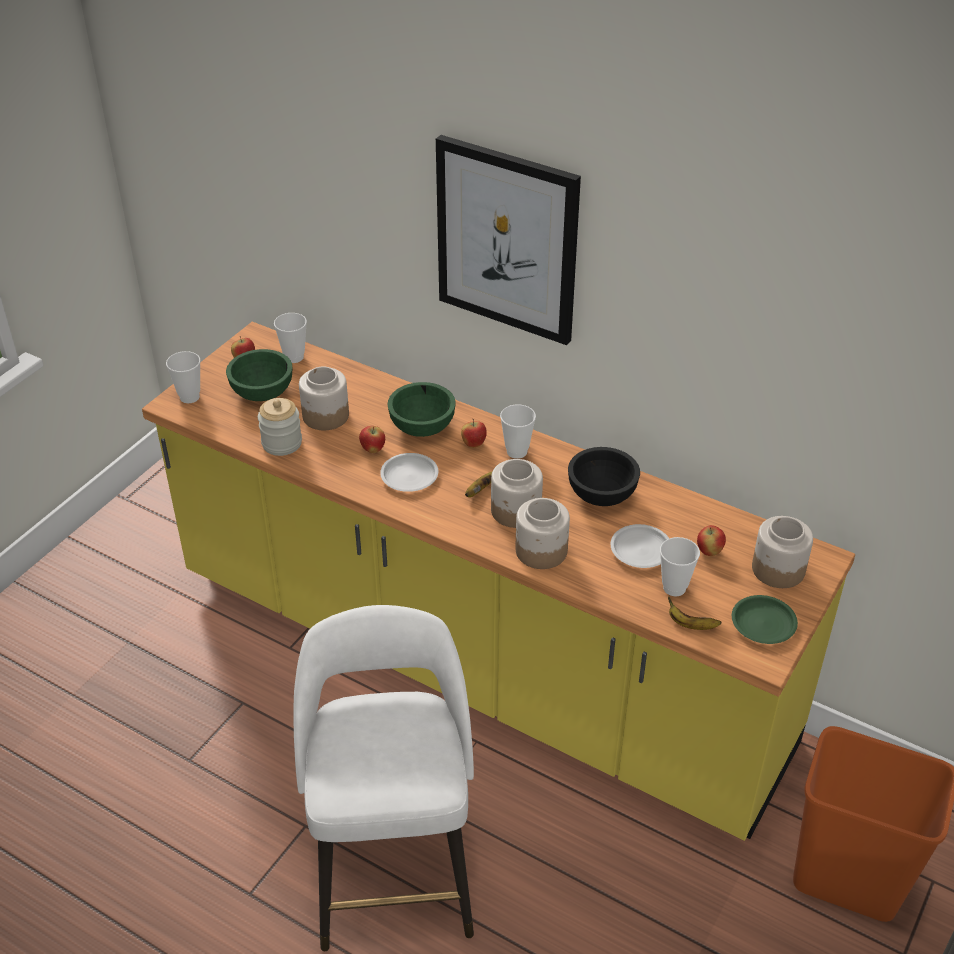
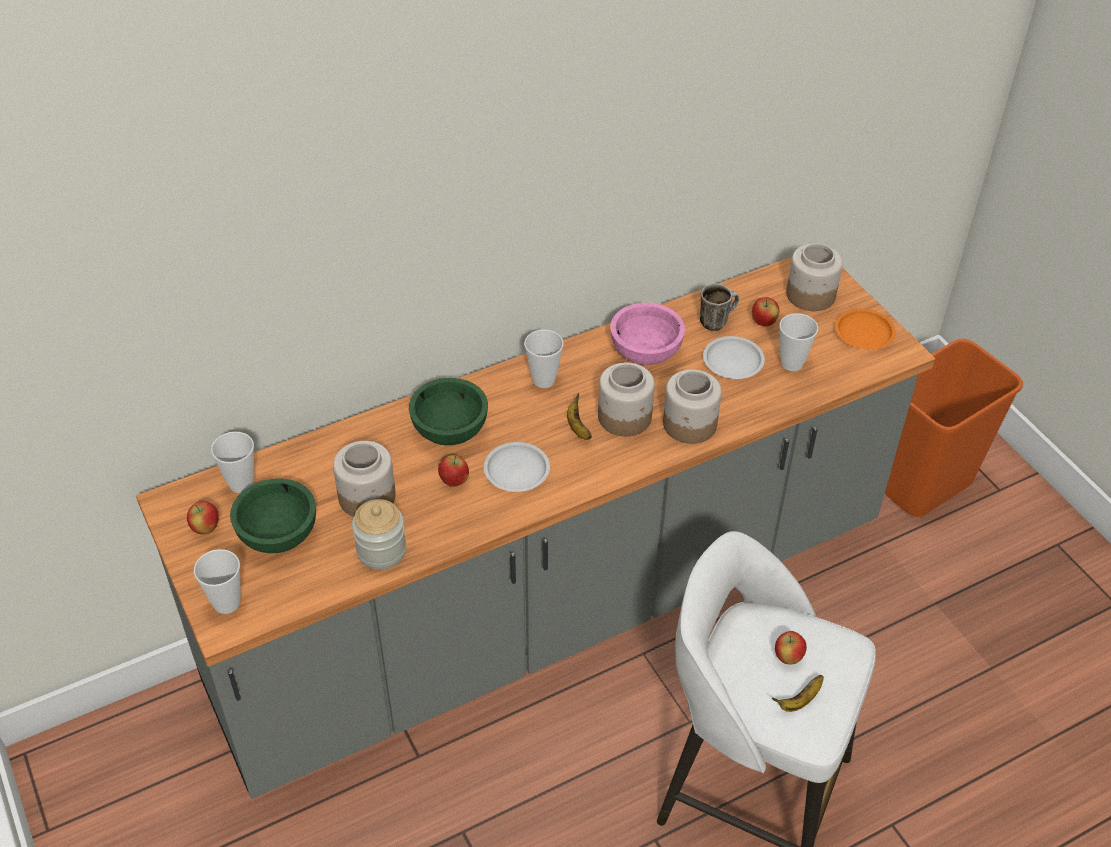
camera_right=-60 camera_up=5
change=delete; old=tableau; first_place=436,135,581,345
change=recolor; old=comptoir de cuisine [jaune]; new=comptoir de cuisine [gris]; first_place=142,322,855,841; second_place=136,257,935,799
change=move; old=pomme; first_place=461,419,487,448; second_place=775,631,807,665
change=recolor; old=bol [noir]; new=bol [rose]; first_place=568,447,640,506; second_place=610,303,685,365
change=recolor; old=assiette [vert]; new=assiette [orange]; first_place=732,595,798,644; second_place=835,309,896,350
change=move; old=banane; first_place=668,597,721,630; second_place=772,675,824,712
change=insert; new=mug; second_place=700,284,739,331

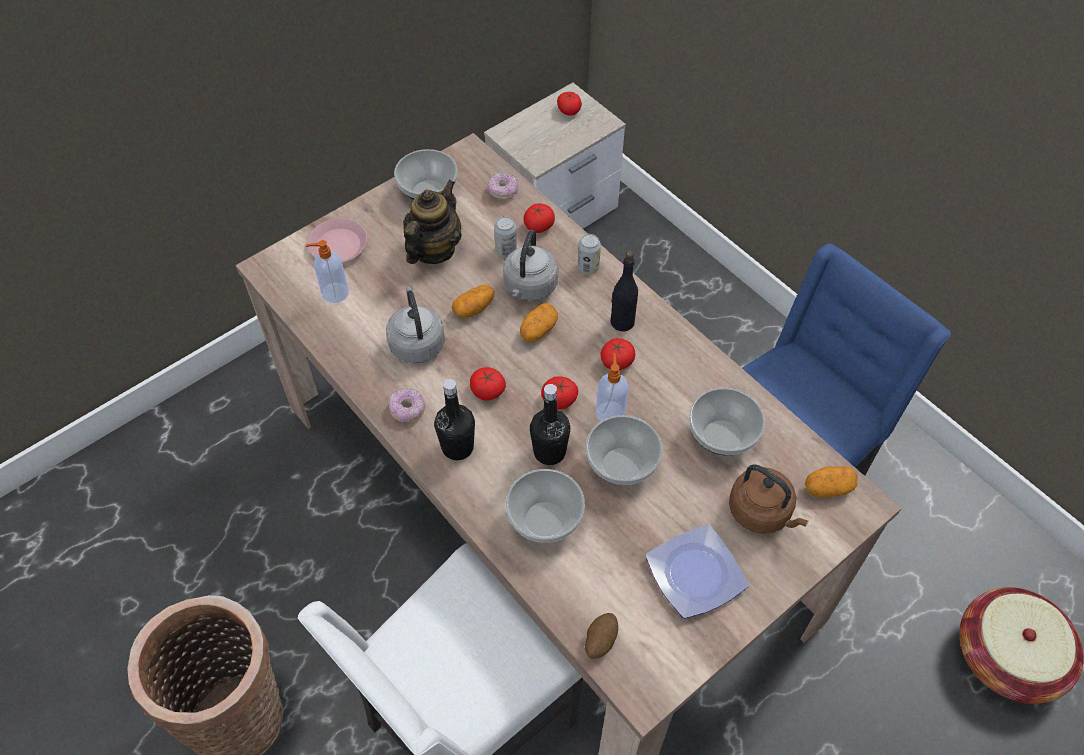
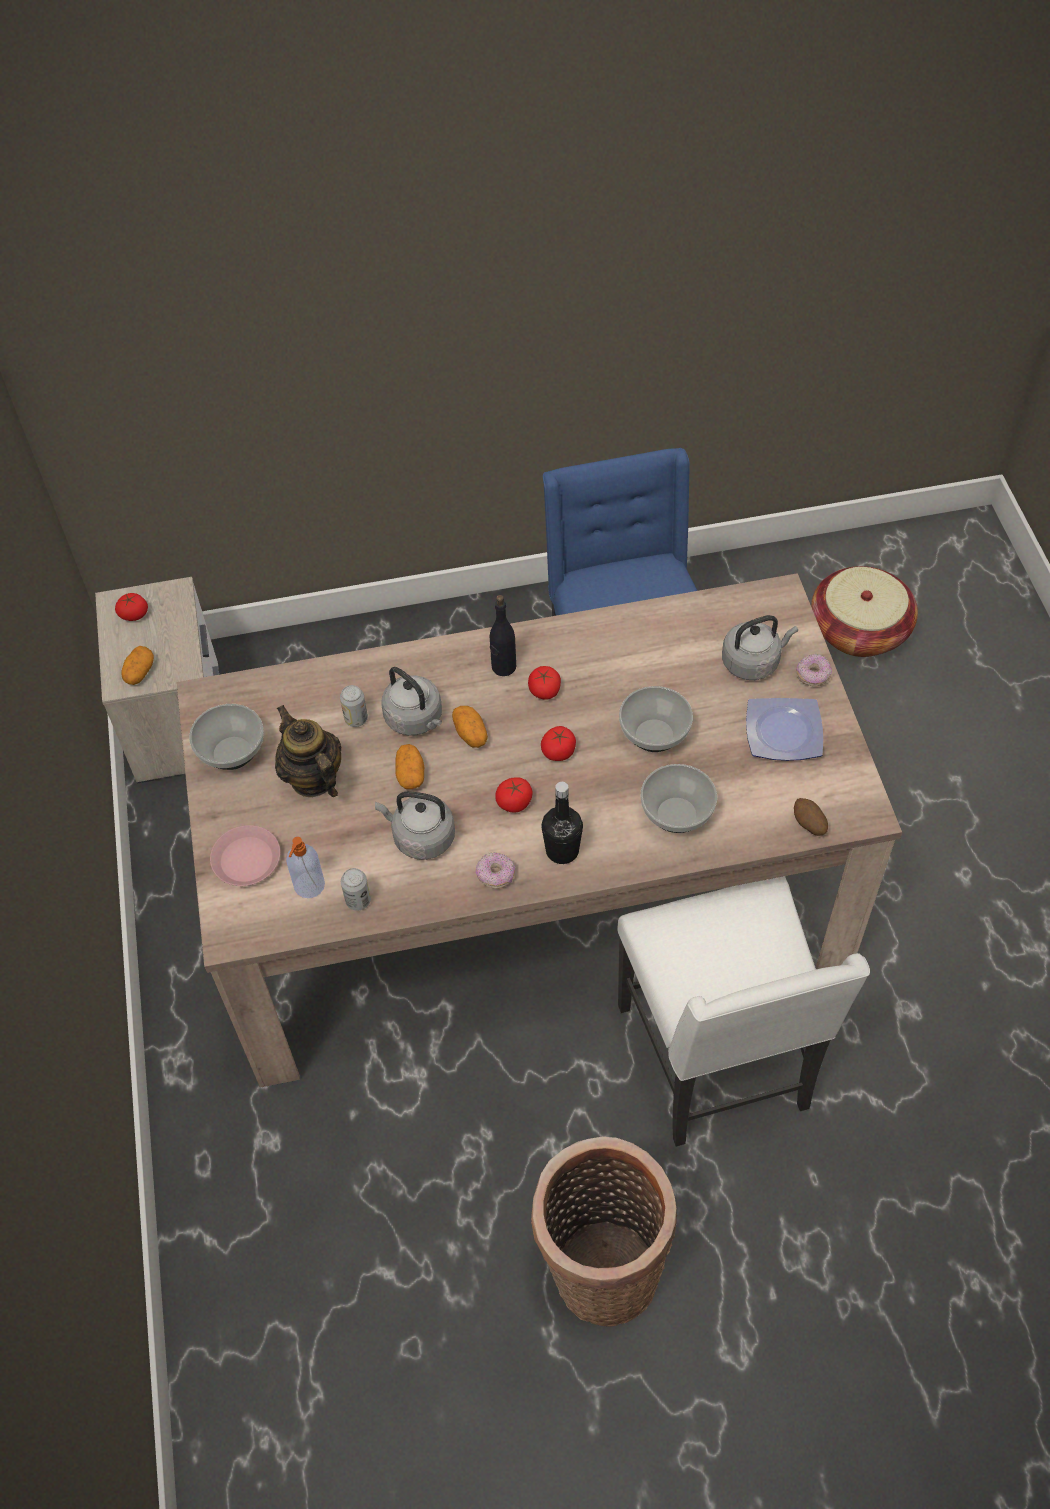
camera_right=-60 camera_up=0
change=move; old=beignet; first_place=487,173,519,200; second_place=796,654,832,686
change=delete; old=tomate; first_place=523,203,555,233
change=move; old=boîte métallique; first_place=578,234,601,274; second_place=341,868,371,911
change=delete; old=distributeur de savon; first_place=596,353,628,422
change=delete; old=bouteille [noir]; first_place=530,384,570,465
change=delete; old=bol; first_place=689,388,765,456
change=recolor; old=bouilloire [marron]; new=bouilloire [gris]; first_place=729,465,808,534; second_place=722,615,798,680
change=move; old=pomme de terre; first_place=805,466,857,498; second_place=121,646,154,685

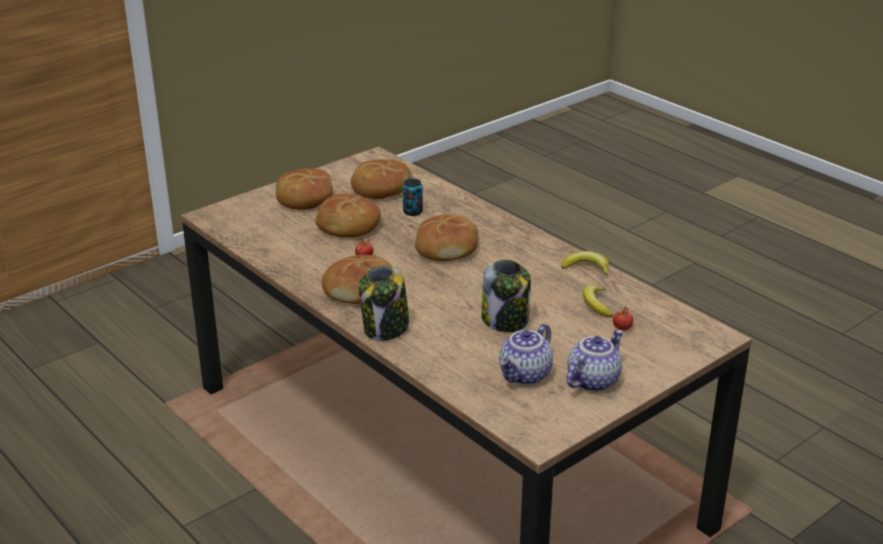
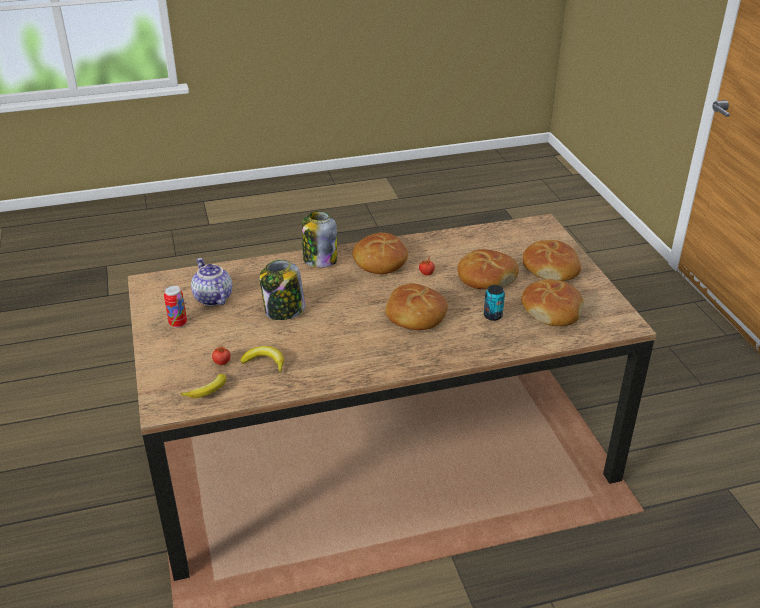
camera_right=115 camera_up=5
change=move; old=banane; first_place=561,251,609,276; second_place=180,374,226,398
change=replace; old=théière; new=boîte métallique; first_place=566,330,623,391; second_place=164,286,187,328

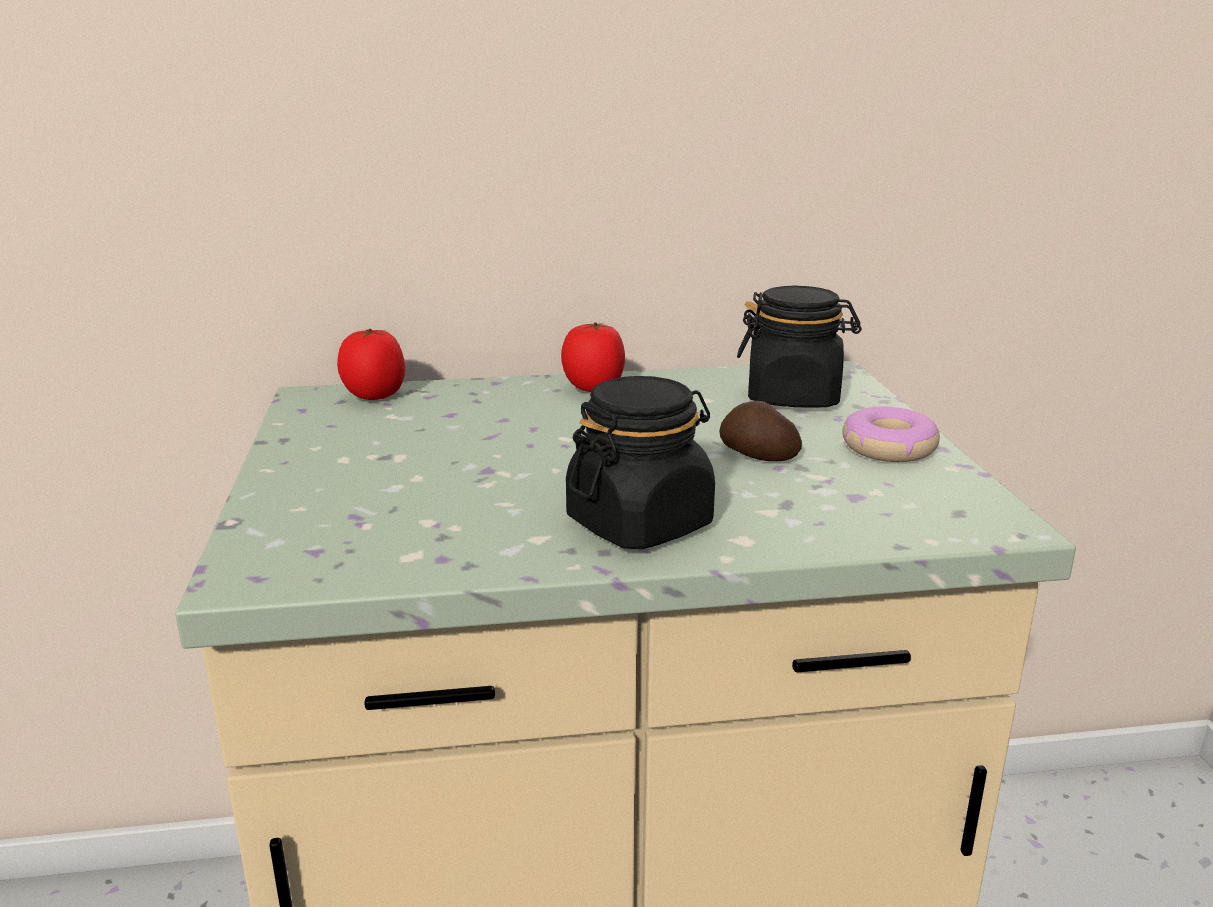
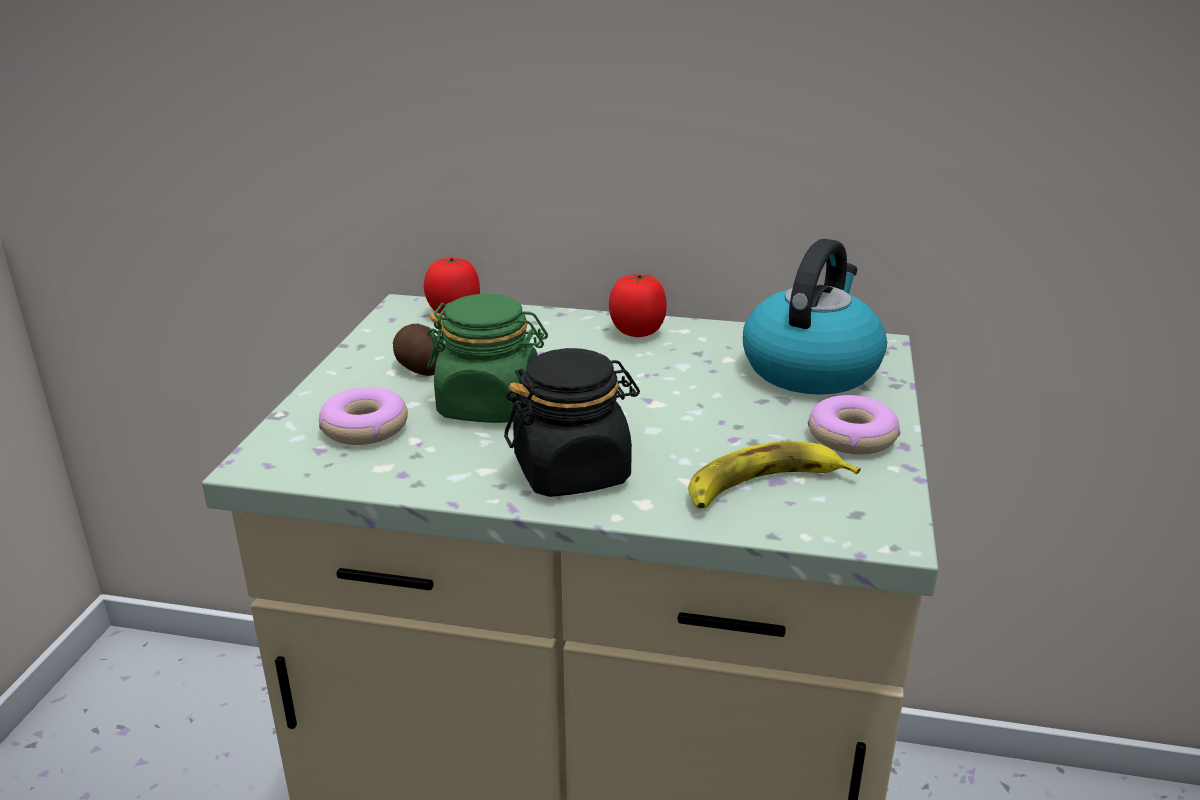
camera_right=20 camera_up=5
change=replace; old=bocal [noir]; new=bouilloire; first_place=737,286,862,408; second_place=743,239,887,395
change=move; old=pomme de terre; first_place=719,401,802,461; second_place=393,324,442,376
change=insert; new=bocal [vert]; second_place=427,294,548,423
change=insert; new=beignet; second_place=319,387,408,445
change=insert; new=banane; second_place=688,441,861,509

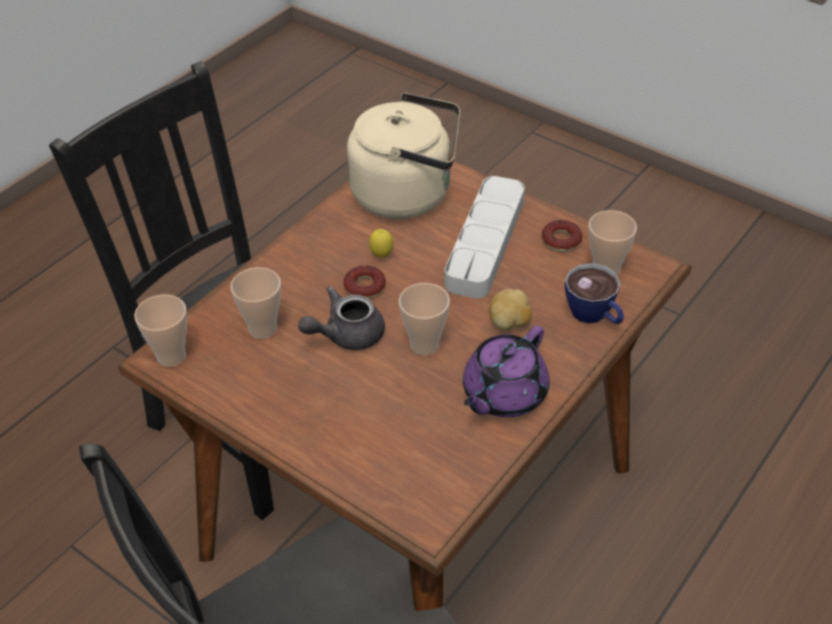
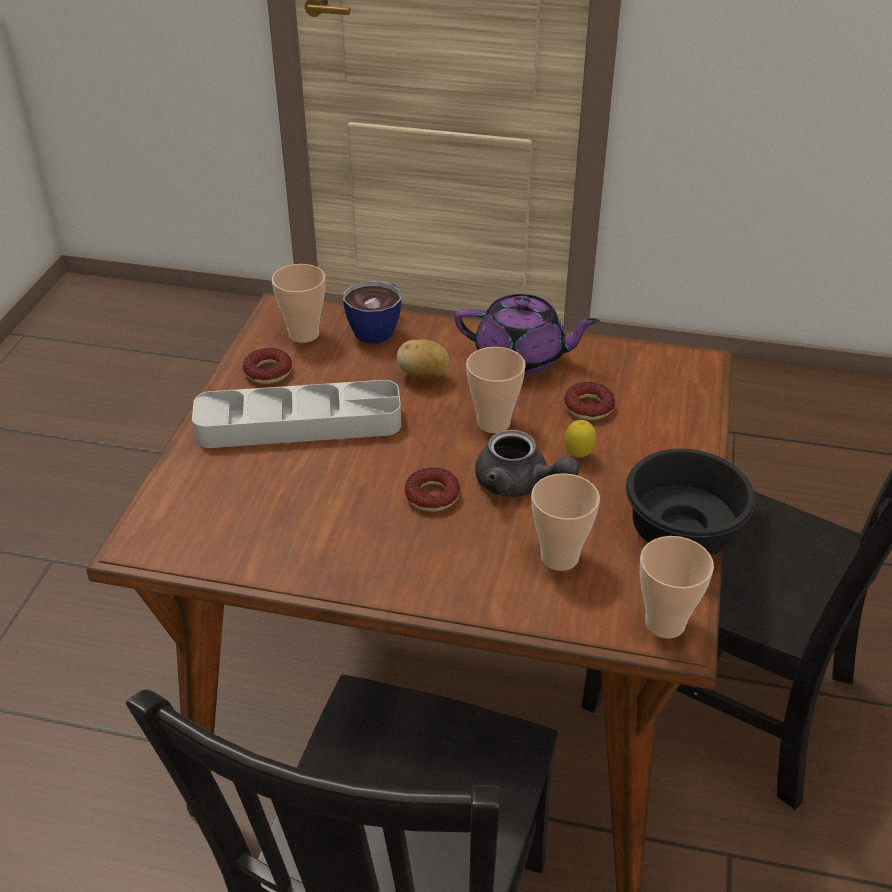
camera_right=-115 camera_up=-5
change=delete; old=bouilloire [beige]; first_place=347,93,460,219
change=move; old=citron; first_place=369,229,393,258; second_place=564,420,596,458
change=insert; new=beignet; second_place=564,382,615,420
change=insert; new=bol [noir]; second_place=626,449,755,555

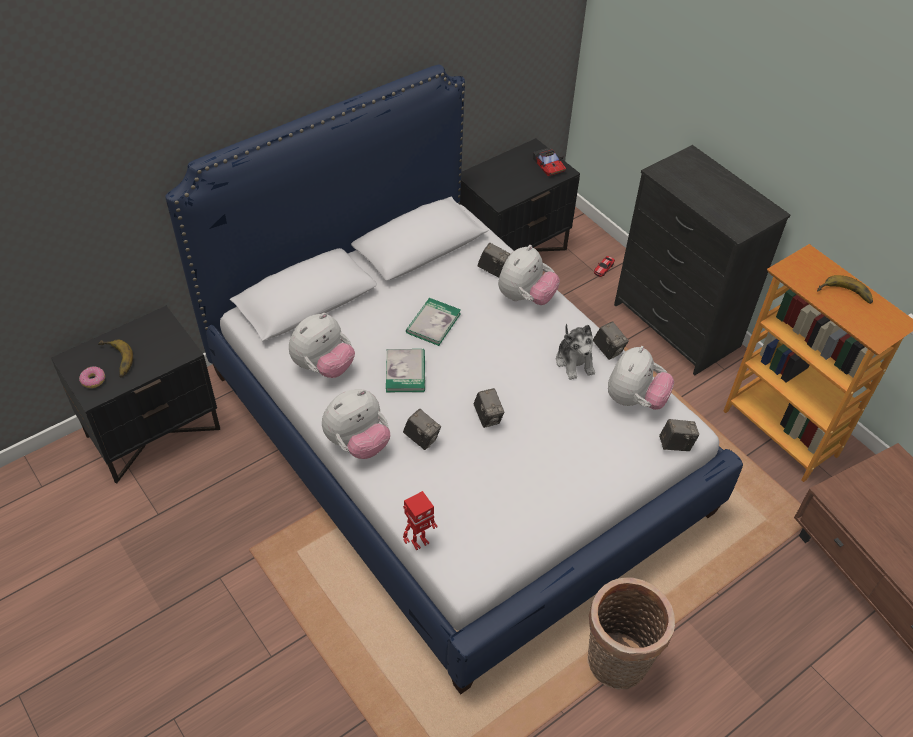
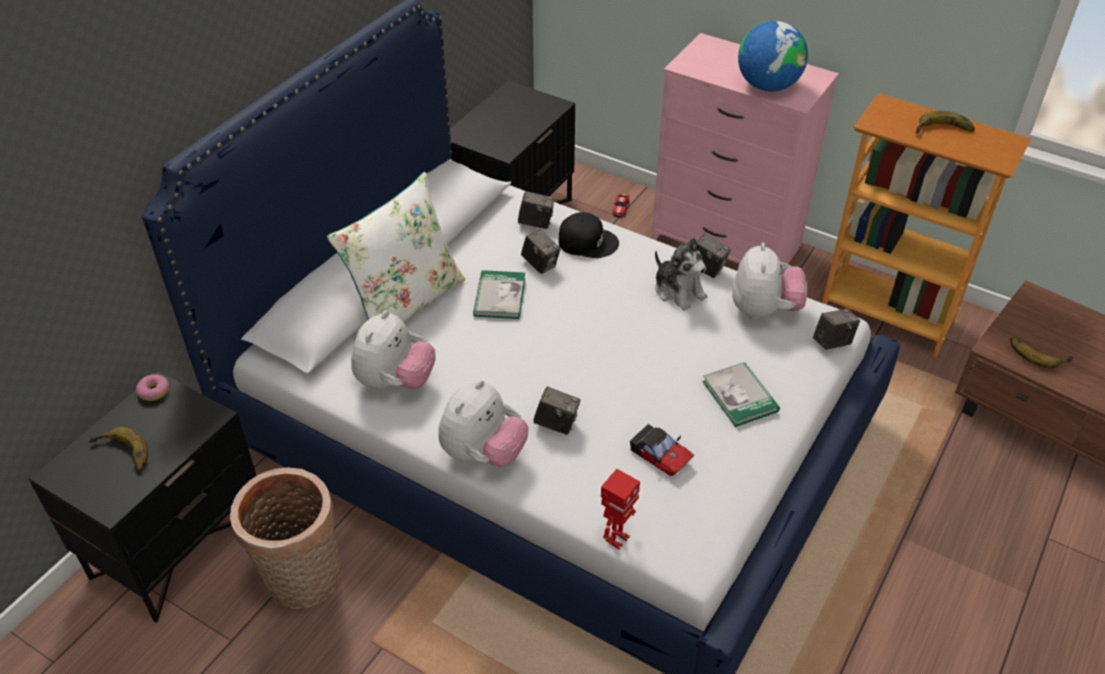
camera_right=-20 camera_up=-5
change=recolor; old=commode [noir]; new=commode [rose]; first_place=614,145,790,375; second_place=651,33,839,264
change=move; old=petite voiture; first_place=533,148,566,176; second_place=630,424,694,476
change=replace; old=peluche; new=casquette [noir]; first_place=498,245,560,305; second_place=558,212,619,258
change=move; old=livre; first_place=386,349,425,392; second_place=702,362,780,427
change=move; old=beignet; first_place=79,367,105,388; second_place=136,374,169,401
change=move; old=appareil photo; first_place=473,388,505,428; second_place=521,229,561,274
change=move; old=panier; first_place=587,577,675,690; second_place=230,467,341,609
change=insert; new=globe; second_place=738,21,808,92
change=insert; new=coussin [blanc]; second_place=327,172,465,322
change=insert; new=banane; second_place=1010,337,1073,368

